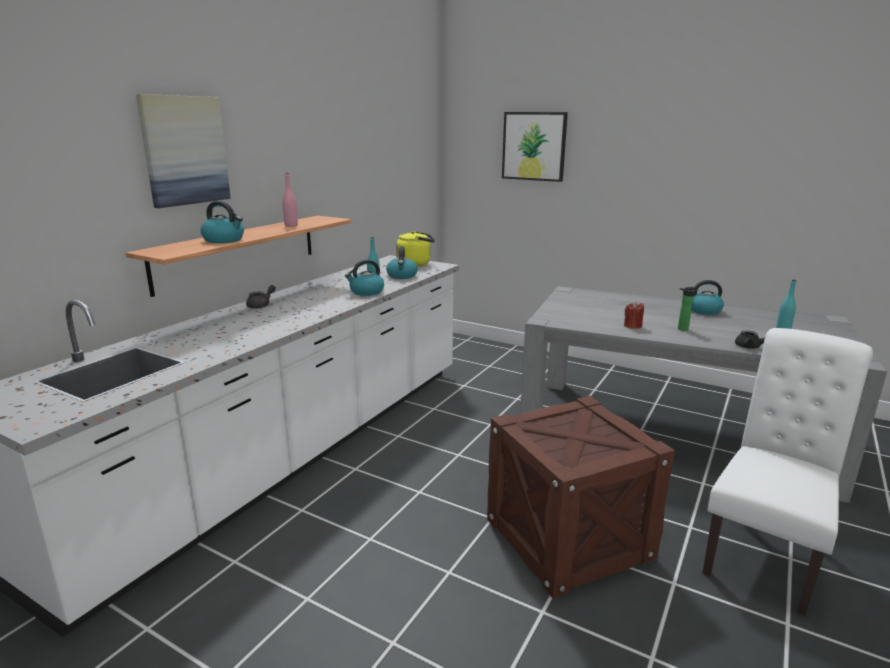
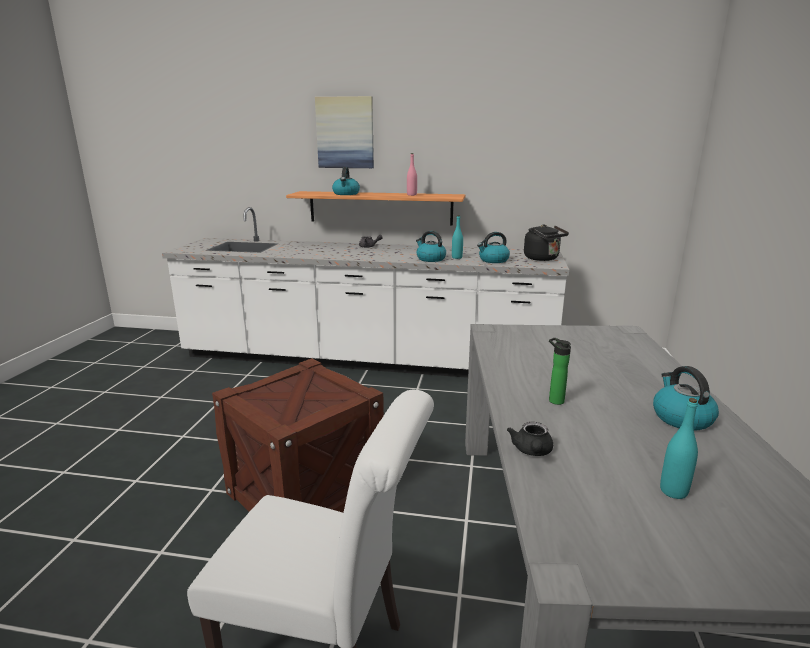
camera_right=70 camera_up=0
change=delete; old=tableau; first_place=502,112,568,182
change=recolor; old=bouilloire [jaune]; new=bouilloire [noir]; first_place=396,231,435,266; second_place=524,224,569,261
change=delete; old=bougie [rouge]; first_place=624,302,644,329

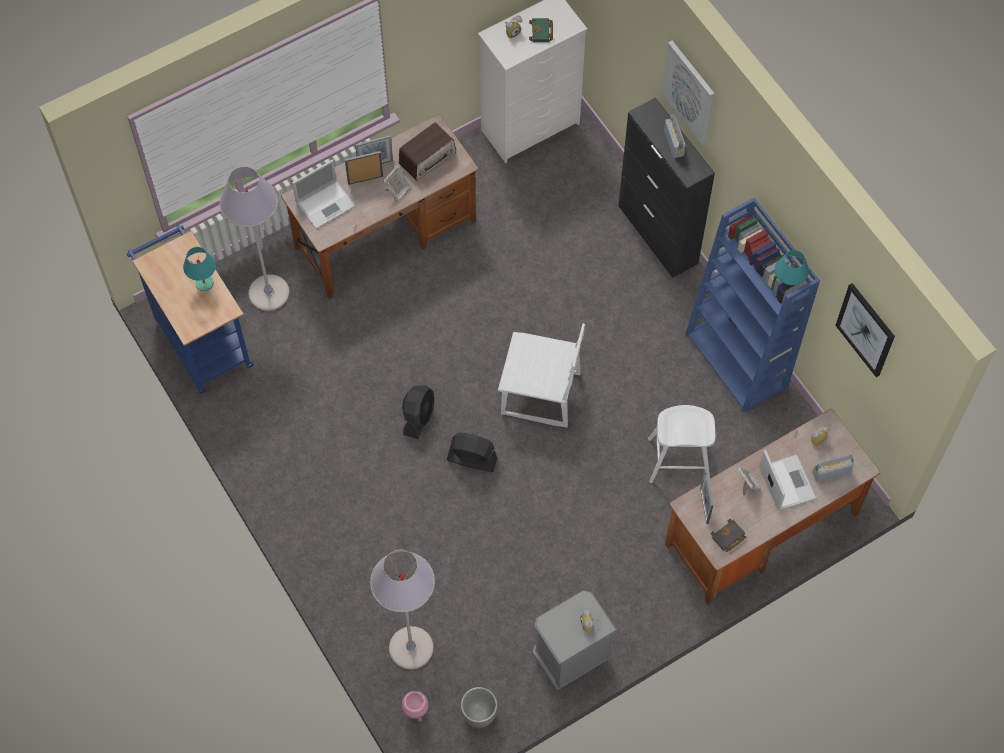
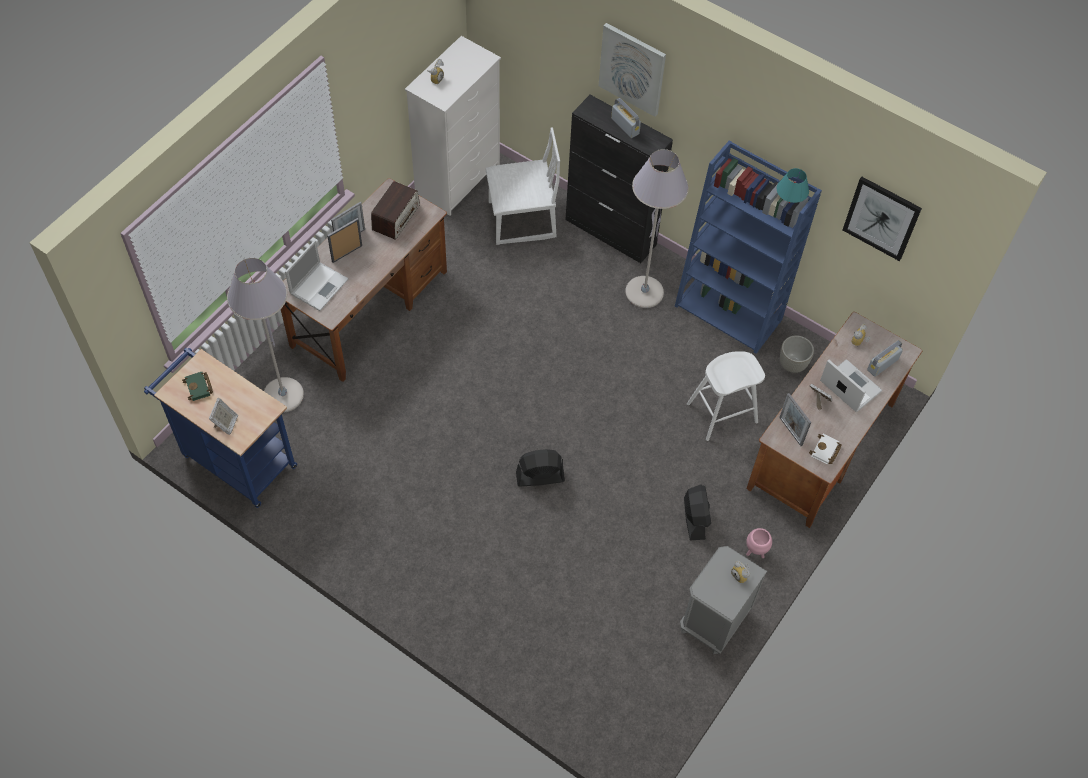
camera_right=-25 camera_up=-5
change=move; old=livre [vert]; first_place=529,18,553,42; second_place=182,372,213,401
change=move; old=cadre photo; first_place=383,166,411,201; second_place=209,398,238,435
change=delete; old=lampe de table [turquoise]; first_place=183,247,216,292
change=move; old=chaise [blanc]; first_place=498,324,585,428; second_place=485,127,560,245
change=move; old=ventilateur [noir]; first_place=402,385,435,439; second_place=684,484,711,540
change=recolor; old=livre [noir]; new=livre [blanc]; first_place=710,519,746,552; second_place=809,434,842,464
change=move; old=lampadaire [gris]; first_place=370,550,435,669; second_place=625,149,689,308
change=move; old=cache-pot [gris]; first_place=460,687,498,728; second_place=780,335,814,373
change=move; old=cache-pot [rose]; first_place=402,691,428,721; second_place=746,528,772,558

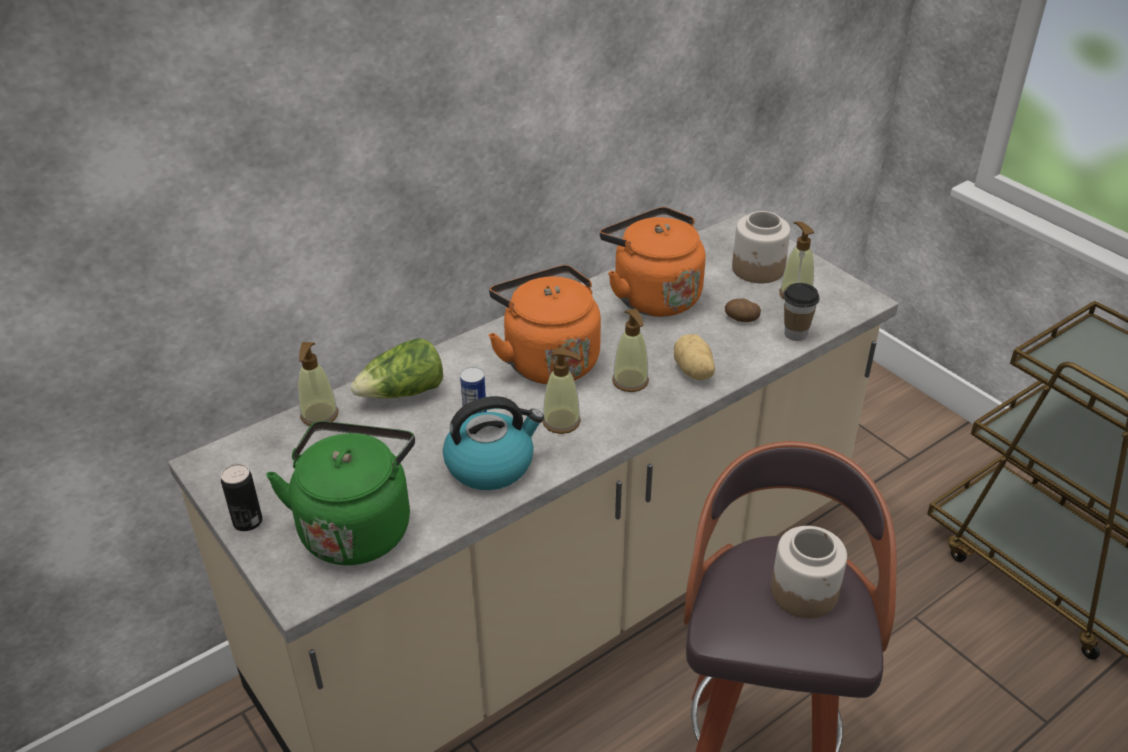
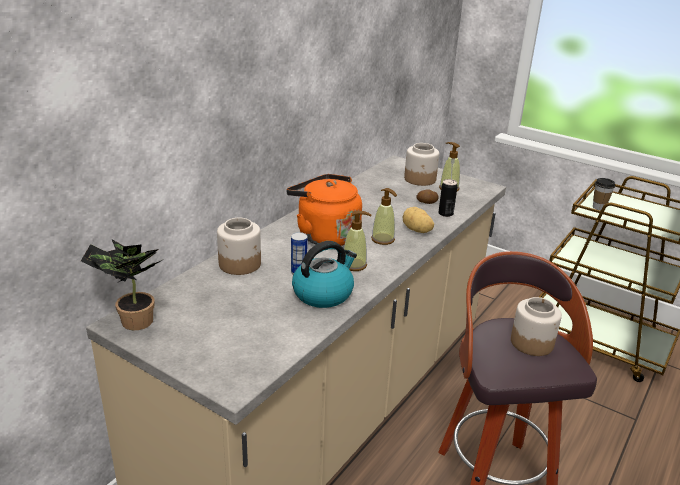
camera_right=-20 camera_up=-10
change=delete; old=bouilloire [orange]; first_place=600,207,706,317
change=move; old=tasse; first_place=783,283,820,341; second_place=593,178,615,210
change=replace; old=laitue; new=bocal; first_place=351,338,443,398; second_place=217,218,261,275
change=delete; old=distributeur de savon; first_place=298,342,338,426
change=delete; old=bouilloire [vert]; first_place=266,421,415,565
change=move; old=boîte métallique; first_place=221,464,262,531; second_place=438,179,458,217
change=insert; new=plante en pot; second_place=81,239,164,330

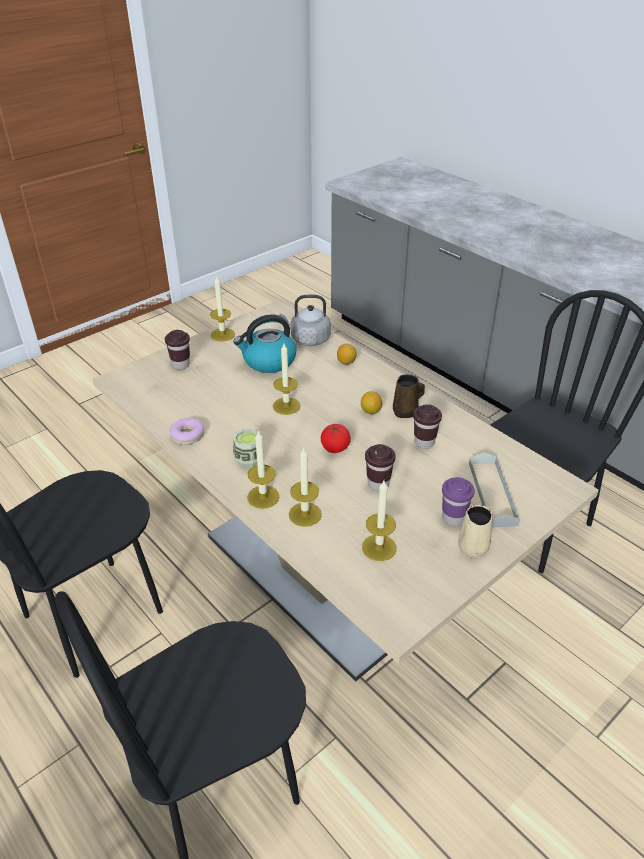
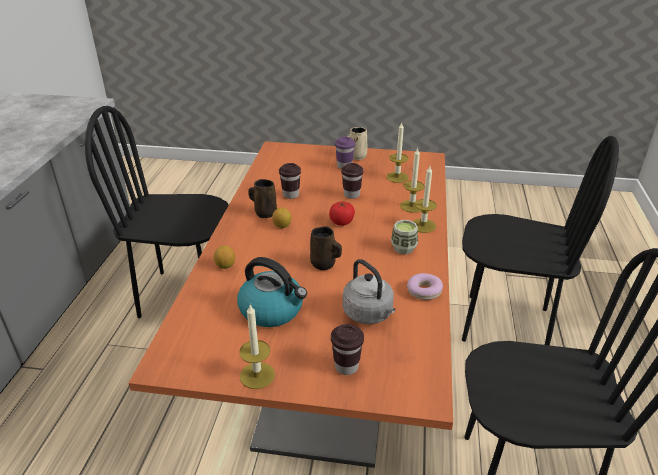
camera_right=-130 camera_up=-5
change=move; old=bouilloire [gris]; first_place=279,295,331,346; second_place=343,259,395,324
change=recolor; old=table à manger [beige]; new=table à manger [orange]; first_place=92,300,599,682; second_place=129,141,453,468
change=replace; old=bougie; new=mug [marron]; first_place=273,344,301,415; second_place=310,226,342,270
change=delete; old=plateau [gris]; first_place=469,452,520,528

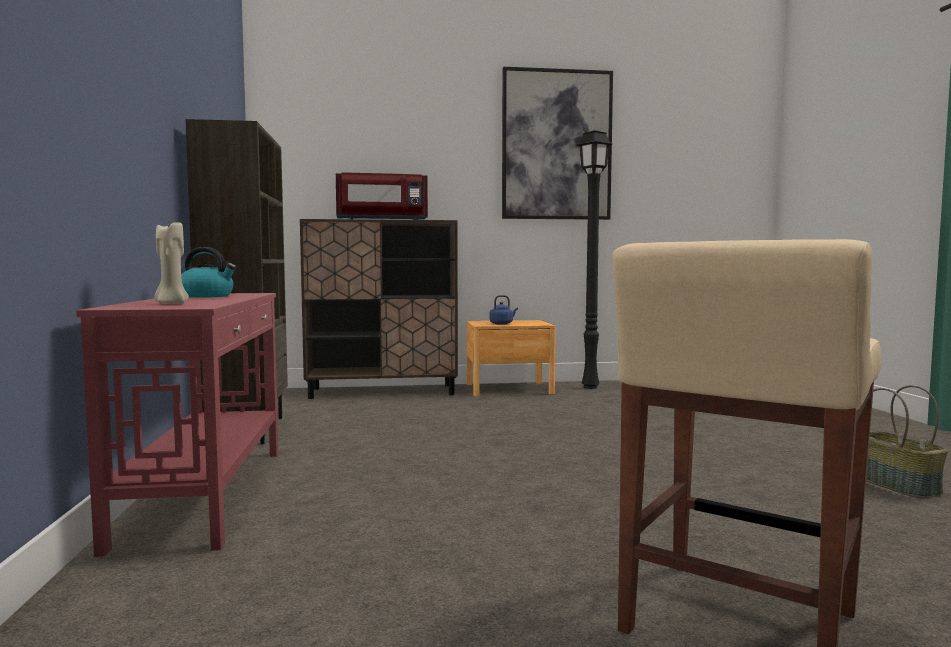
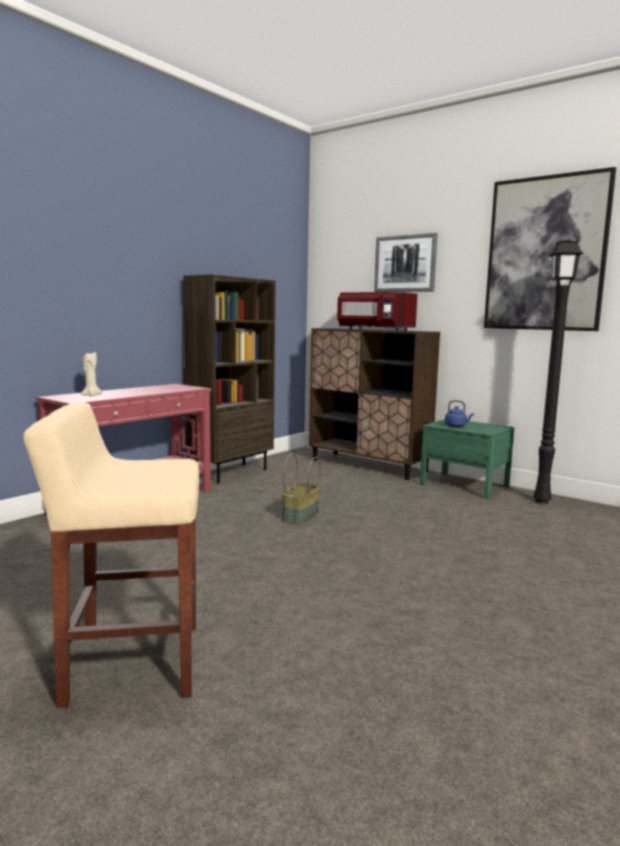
camera_right=45 camera_up=5
change=delete; old=bouilloire; first_place=181,247,236,298
change=recolor; old=table de chevet [marron]; new=table de chevet [vert]; first_place=467,320,556,396; second_place=420,419,514,499
change=move; old=panier; first_place=866,385,948,498; second_place=282,454,321,524
change=insert; new=tableau; second_place=374,233,437,292

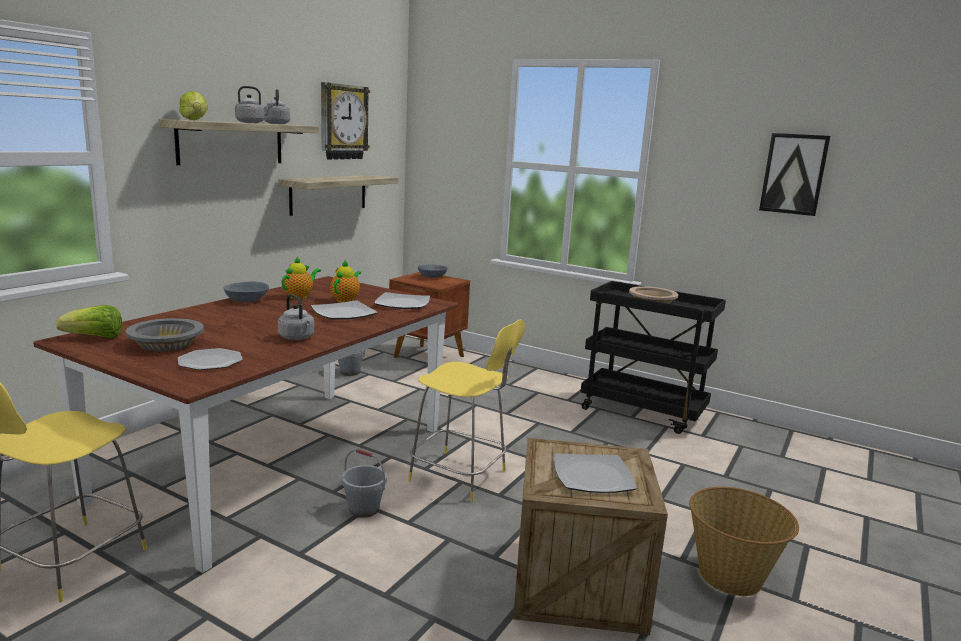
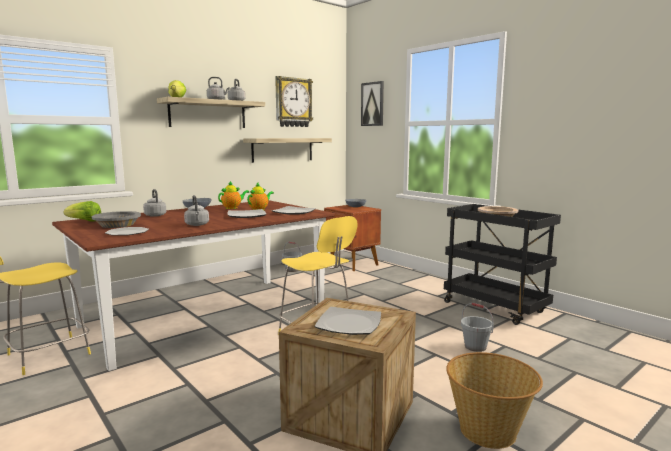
camera_right=20 camera_up=-5
change=move; old=tableau; first_place=759,133,830,216; second_place=361,81,384,126
change=move; old=seau [gris]; first_place=342,449,387,518; second_place=461,303,494,352
change=insert; new=bouilloire [gris]; second_place=143,189,166,217

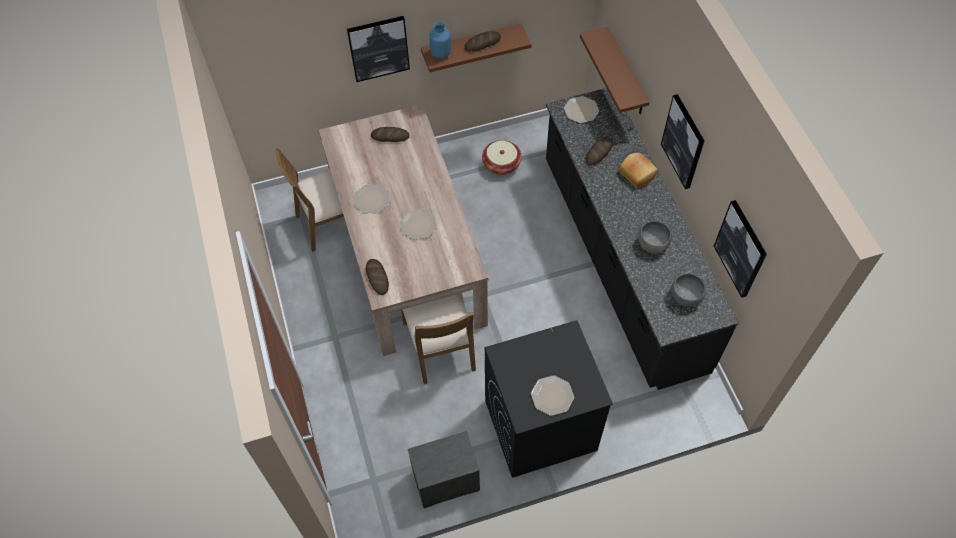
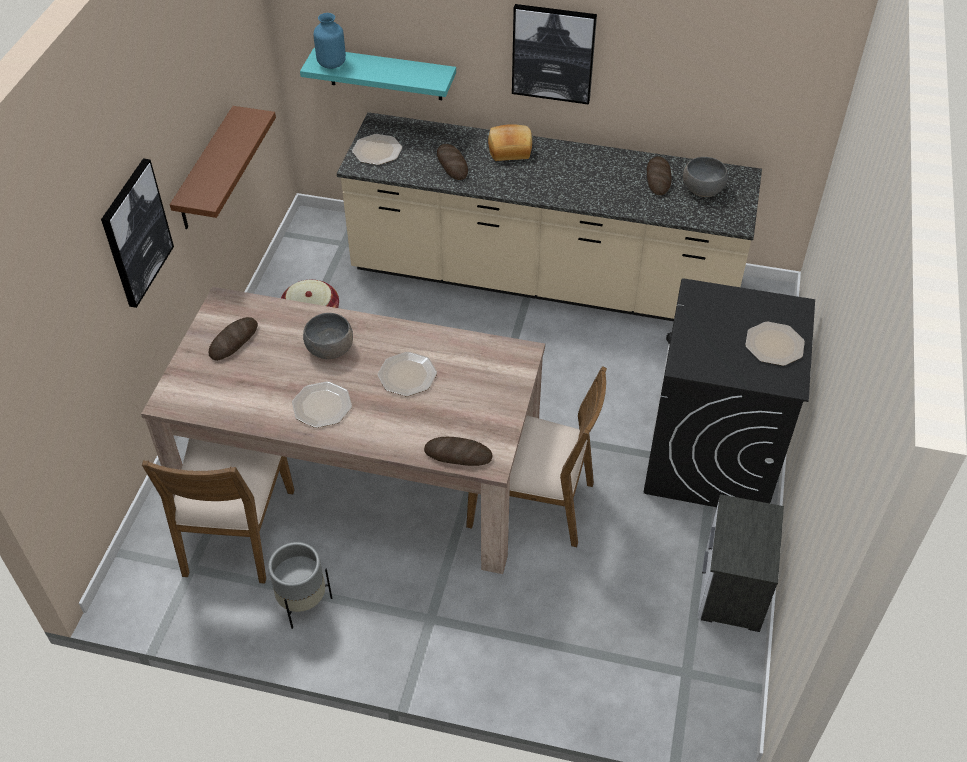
camera_right=-60 camera_up=-10
change=move; old=vase [bleu]; first_place=429,22,451,59; second_place=314,13,346,69
change=recolor; old=étagère [marron]; new=étagère [turquoise]; first_place=580,27,650,114; second_place=300,48,456,100
change=move; old=pain; first_place=464,31,501,51; second_place=647,157,672,195
change=recolor; old=comptoir de cuisine [noir]; new=comptoir de cuisine [beige]; first_place=546,88,739,390; second_place=337,112,762,321
change=delete; old=tableau; first_place=714,200,767,298
change=move; old=bol [gris]; first_place=638,221,672,254; second_place=303,313,353,359
change=insert; new=cache-pot [gris]; second_place=268,542,332,629

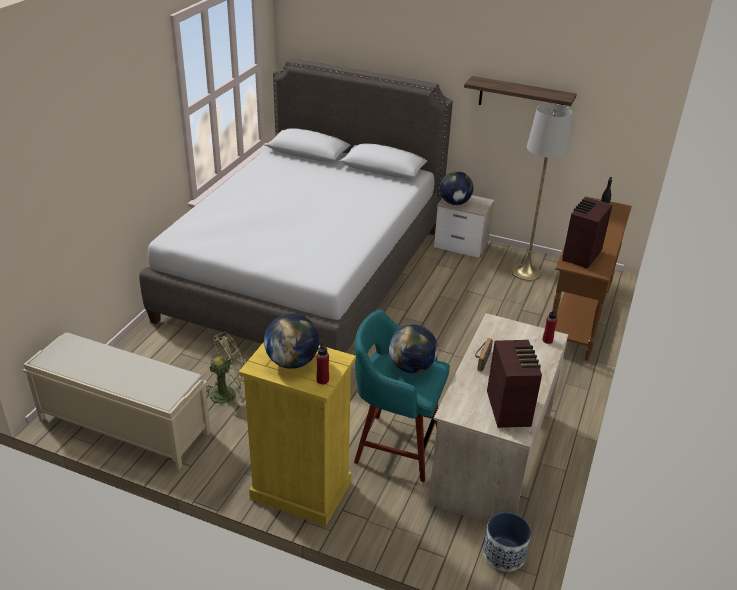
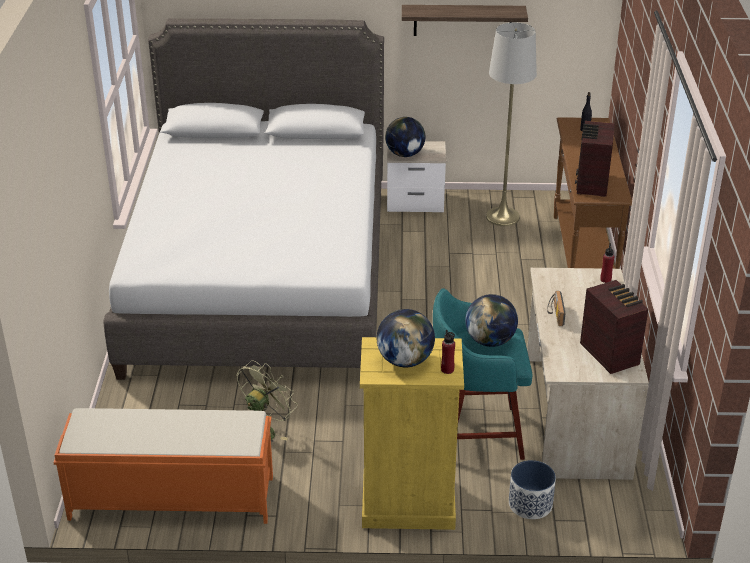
camera_right=-20 camera_up=0
change=recolor; old=banc [beige]; new=banc [orange]; first_place=23,333,211,470; second_place=53,408,273,524
change=move; old=cache-pot; first_place=483,512,531,572; second_place=509,460,556,519

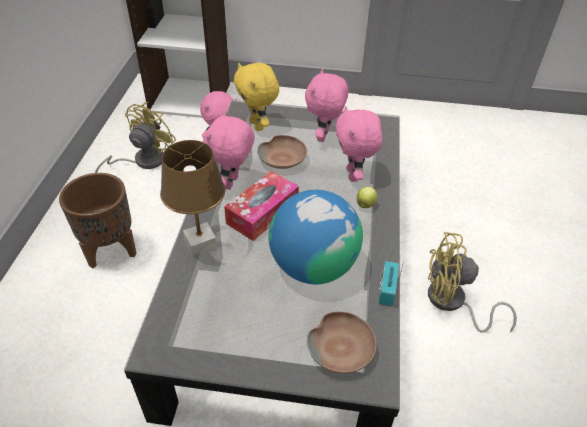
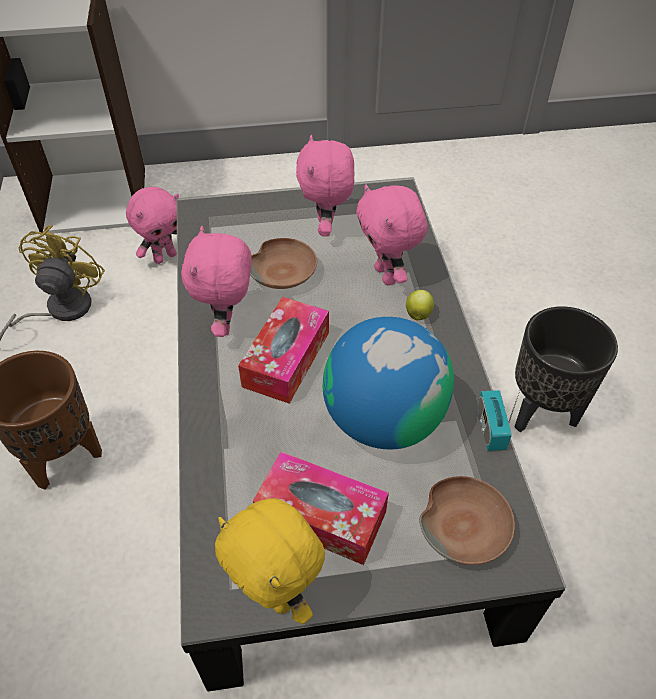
camera_right=-15 camera_up=5
change=move; old=peluche [jaune]; first_place=234,63,279,131; second_place=215,498,325,624
change=delete; old=lampe de table [marron]; first_place=160,140,225,257
change=replace; old=ventilateur [jaune]; new=cache-pot [noir]; first_place=428,232,517,333; second_place=515,306,618,432
change=insert; new=boîte à mouchoirs; second_place=253,452,389,565

